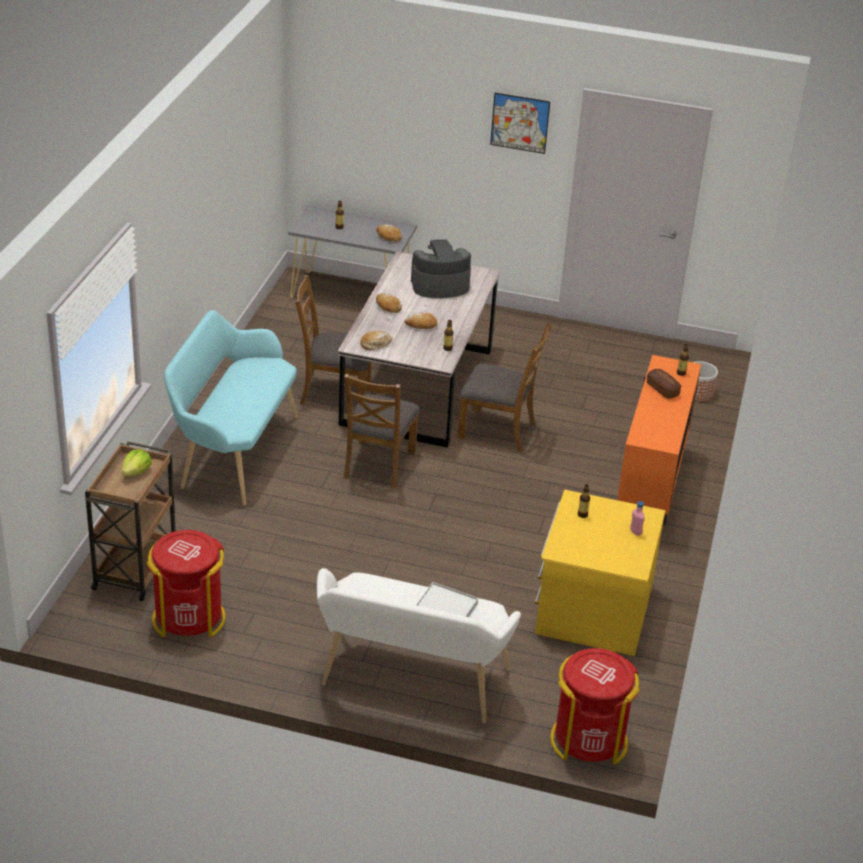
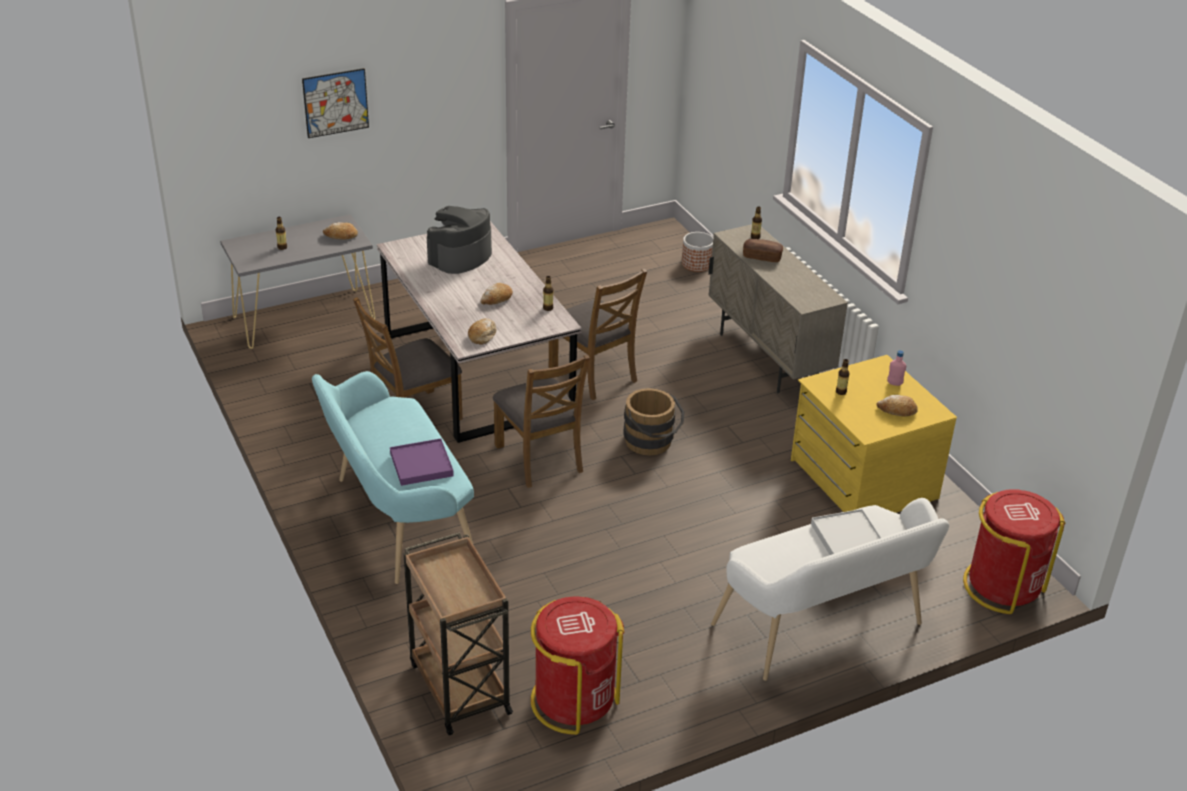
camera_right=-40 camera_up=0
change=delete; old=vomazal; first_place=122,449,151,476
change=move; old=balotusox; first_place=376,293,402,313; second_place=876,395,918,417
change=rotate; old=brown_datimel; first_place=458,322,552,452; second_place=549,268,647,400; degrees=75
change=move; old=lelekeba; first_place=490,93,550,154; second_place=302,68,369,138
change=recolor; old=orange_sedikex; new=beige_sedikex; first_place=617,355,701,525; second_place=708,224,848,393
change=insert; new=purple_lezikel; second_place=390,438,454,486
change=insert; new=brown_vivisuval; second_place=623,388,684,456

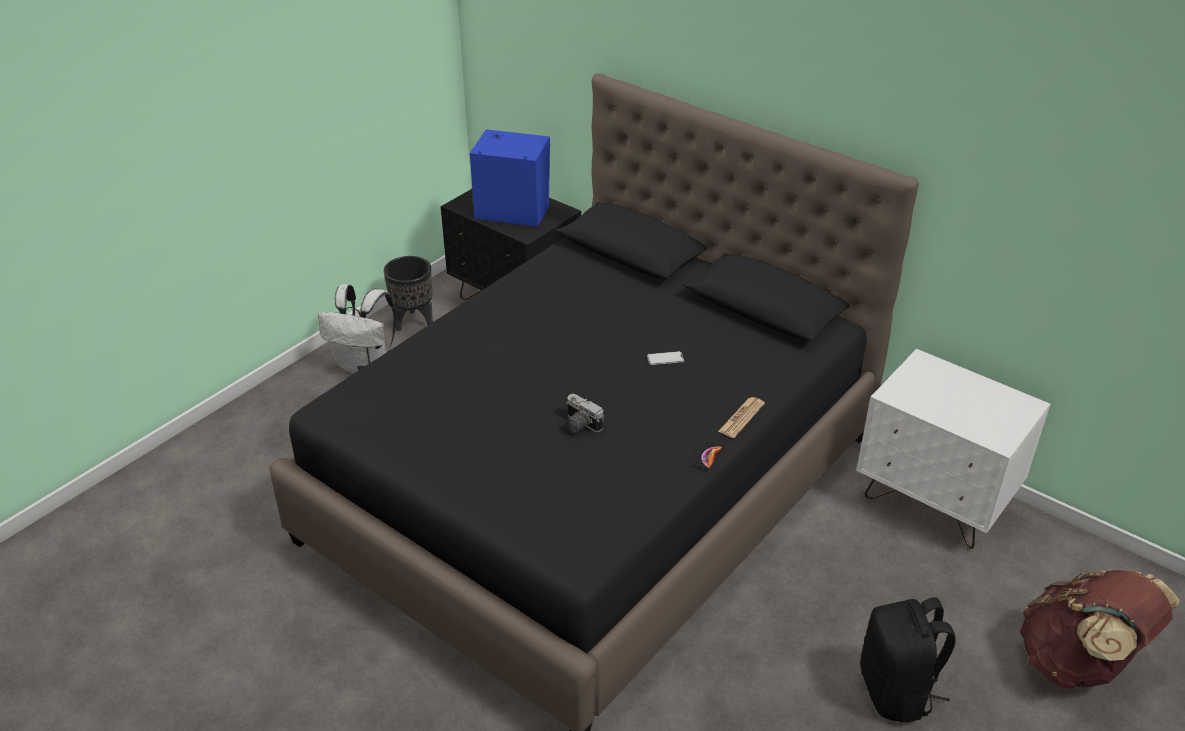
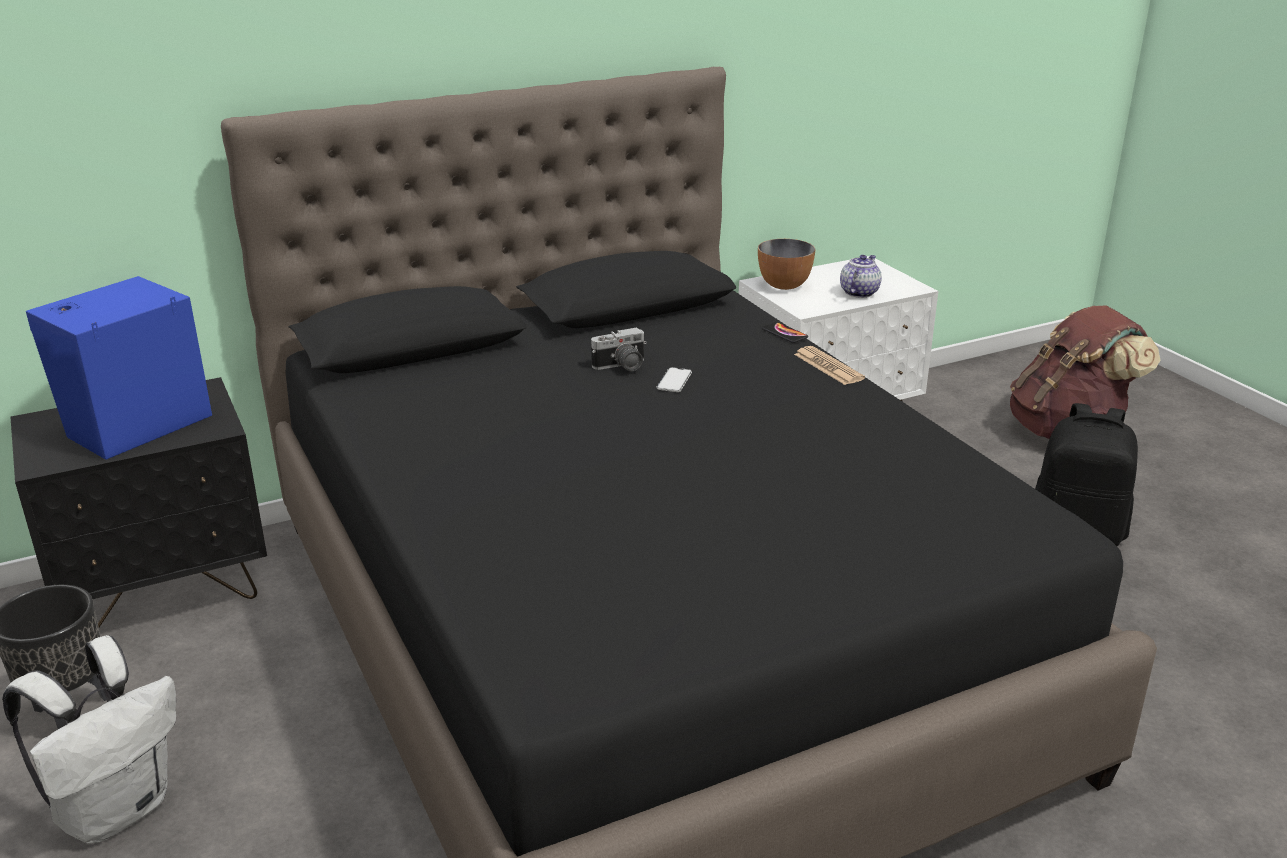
camera_right=-65 camera_up=-10
change=move; old=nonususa; first_place=566,394,604,433; second_place=591,327,647,371
change=move; old=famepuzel; first_place=692,441,723,470; second_place=762,322,808,343
change=insert; new=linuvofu; second_place=758,239,815,290
change=insert; new=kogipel; second_place=840,255,882,298

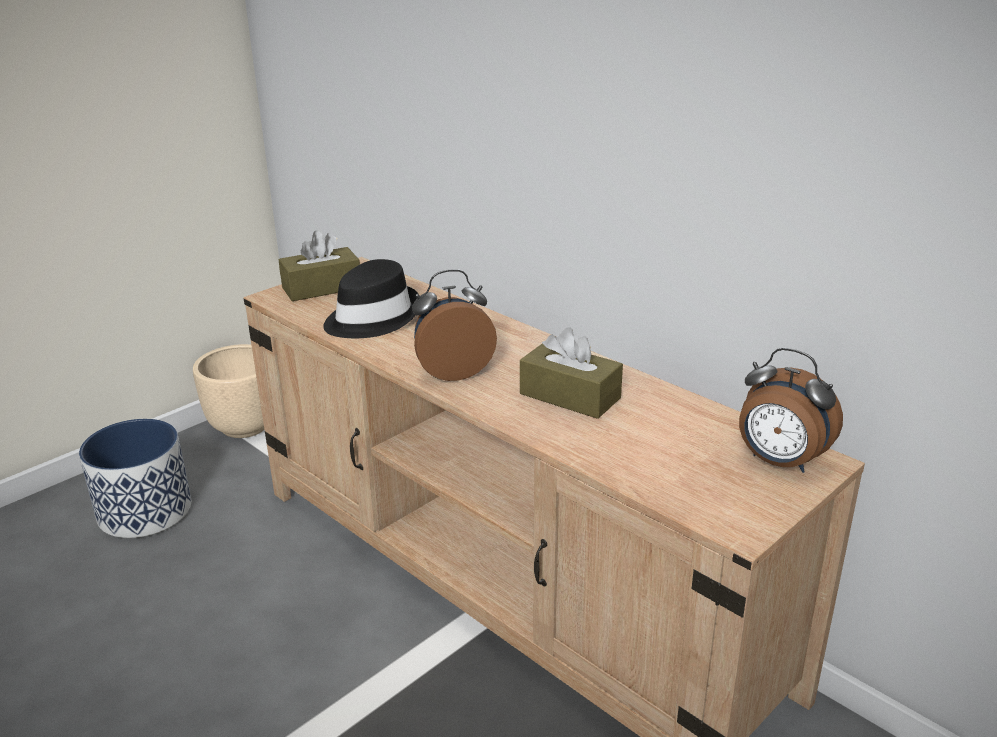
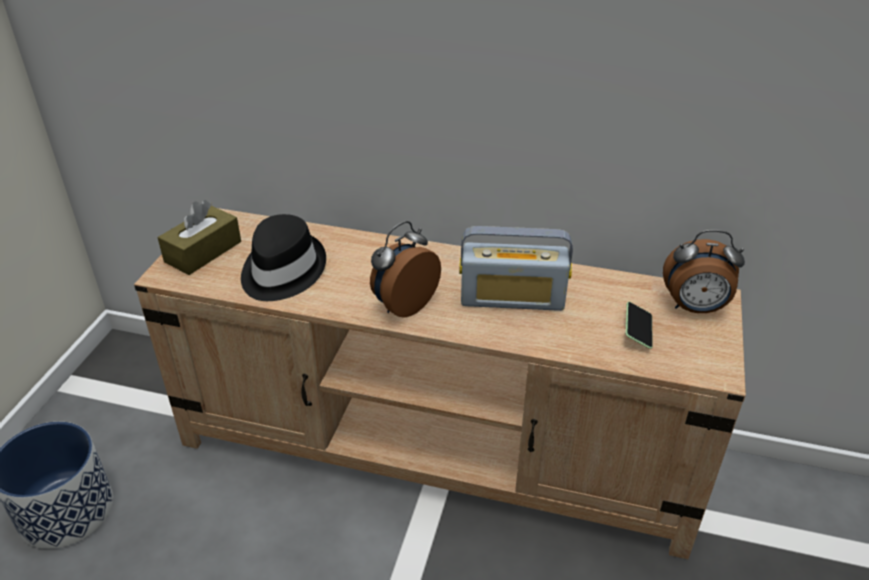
camera_right=-30 camera_up=10
change=delete; old=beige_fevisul; first_place=193,344,264,438
change=replace; old=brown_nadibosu; new=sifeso; first_place=520,328,623,419; second_place=459,226,573,311
change=insert; new=famepuzel; second_place=626,302,653,349

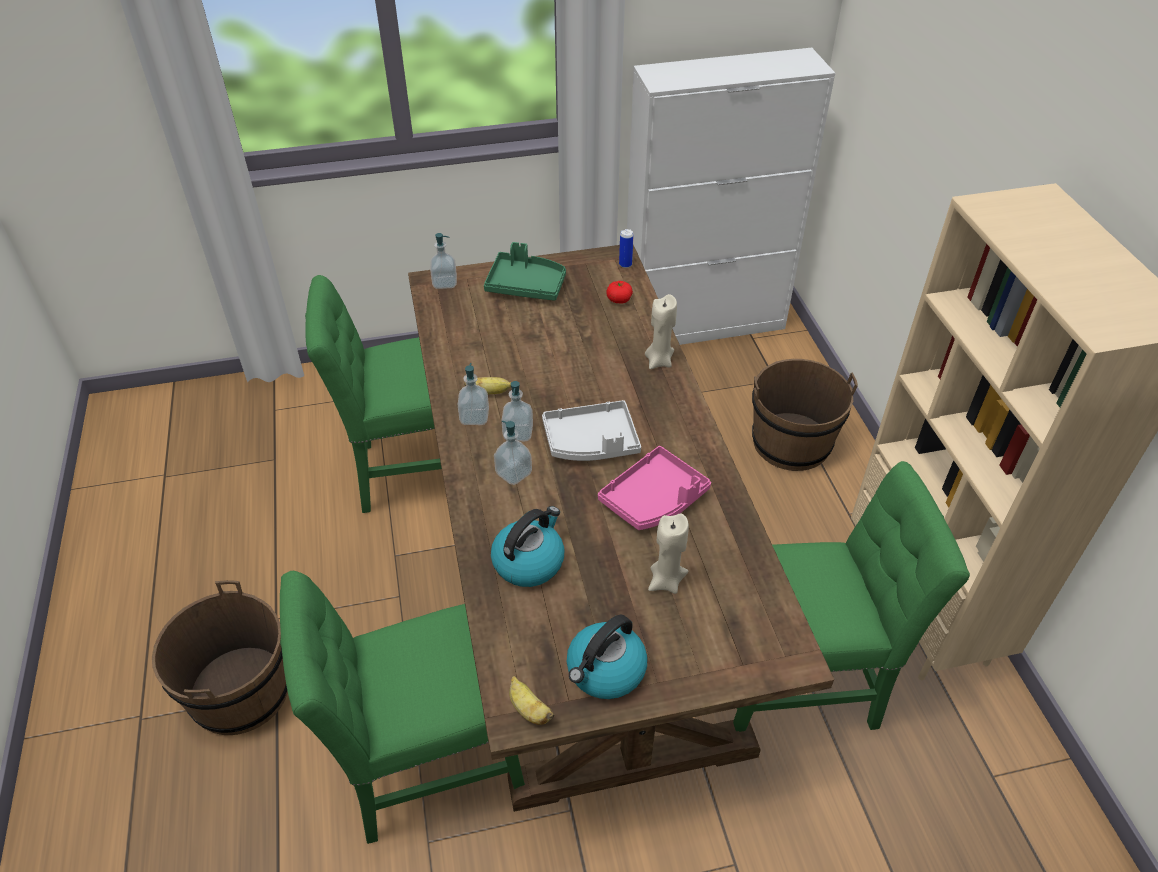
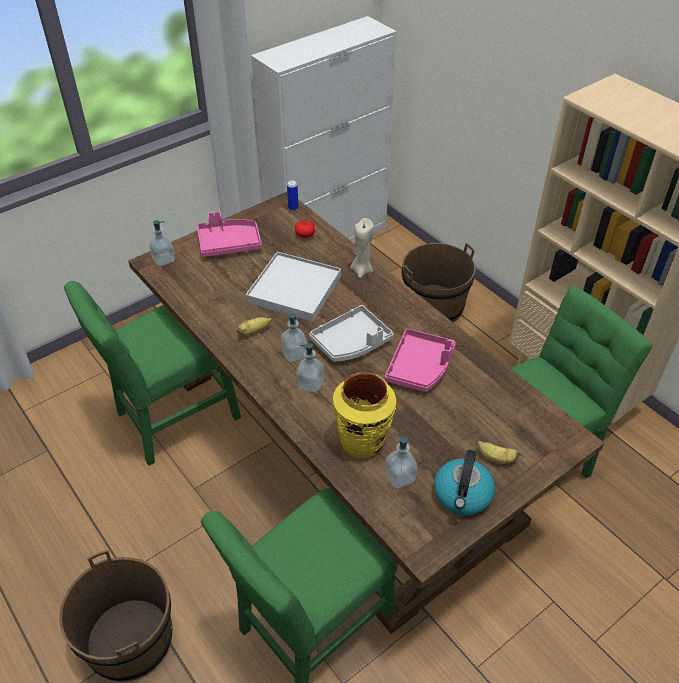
camera_right=-25 camera_up=0
change=move; old=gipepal; first_place=458,363,489,425; second_place=385,434,417,488
change=recolor; old=green_lezikel; new=pink_lezikel; first_place=484,242,566,301; second_place=197,211,262,257
change=replace; old=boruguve; new=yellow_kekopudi; first_place=491,506,564,587; second_place=333,372,396,458
change=move; old=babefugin; first_place=509,676,555,725; second_place=478,441,522,464
change=delete; old=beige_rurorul; first_place=648,513,689,594
change=insert; new=white_lezikel; second_place=246,252,341,322

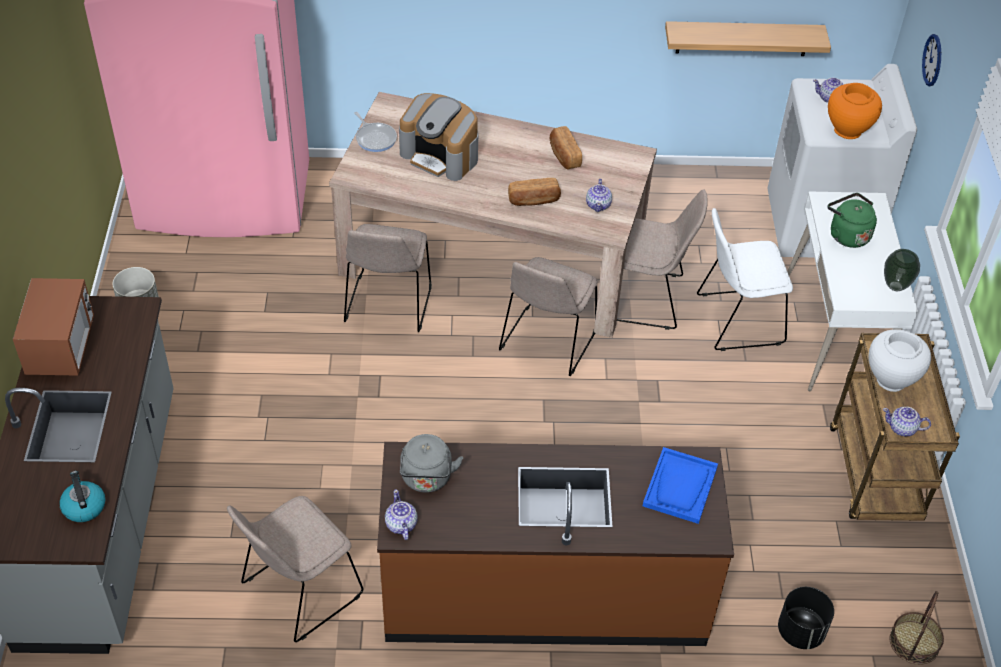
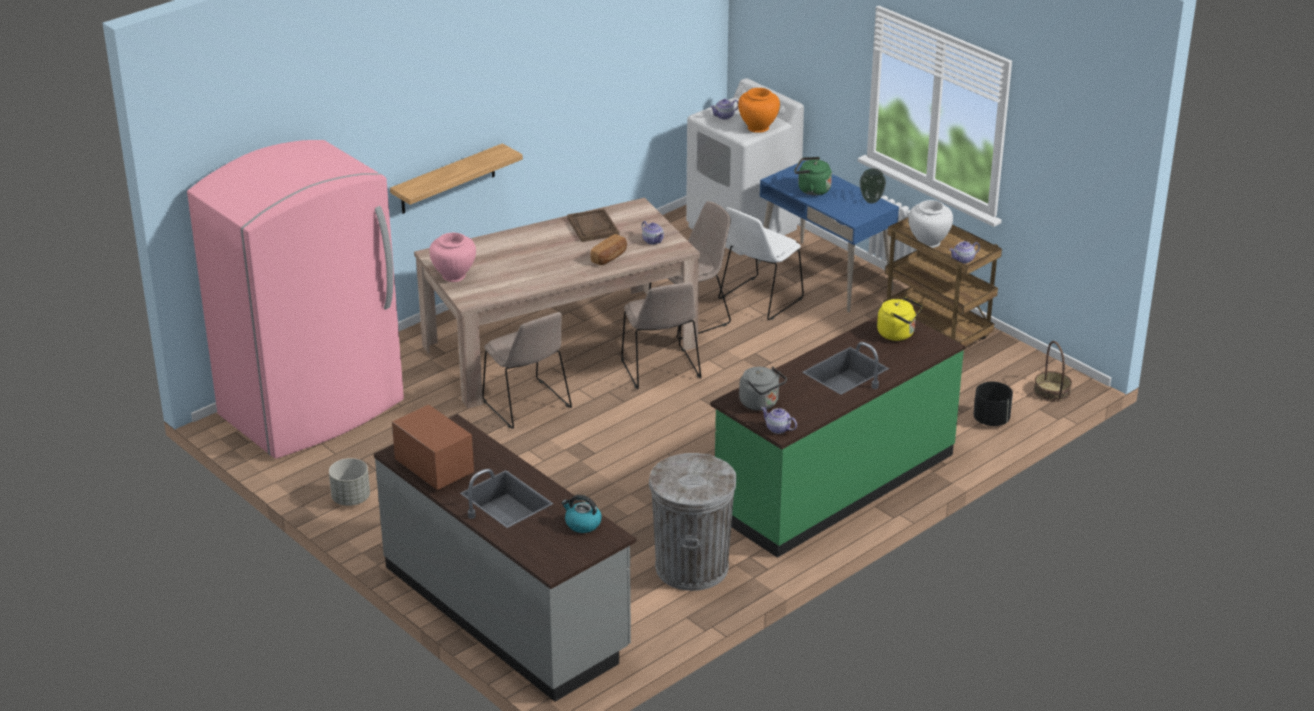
camera_right=-40 camera_up=-15
change=replace; old=beige_datimel; new=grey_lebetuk; first_place=227,496,363,642; second_place=649,453,736,591
change=replace; old=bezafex; new=pink_kekopudi; first_place=354,112,397,152; second_place=429,233,476,282
change=recolor; old=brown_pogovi; new=green_pogovi; first_place=377,442,734,646; second_place=710,316,965,558
change=delete; old=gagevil; first_place=399,93,478,181
change=replace; old=balotusox; new=brown_lezikel; first_place=550,126,582,169; second_place=567,209,619,242
change=replace; old=blue_lezikel; new=yellow_boruguve; first_place=643,447,718,524; second_place=877,297,923,341
change=move; old=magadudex; first_place=665,21,831,56; second_place=390,143,523,214
change=recolor; old=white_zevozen; new=blue_zevozen; first_place=787,191,918,392; second_place=758,160,899,312
change=delete; old=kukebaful; first_place=922,34,941,86

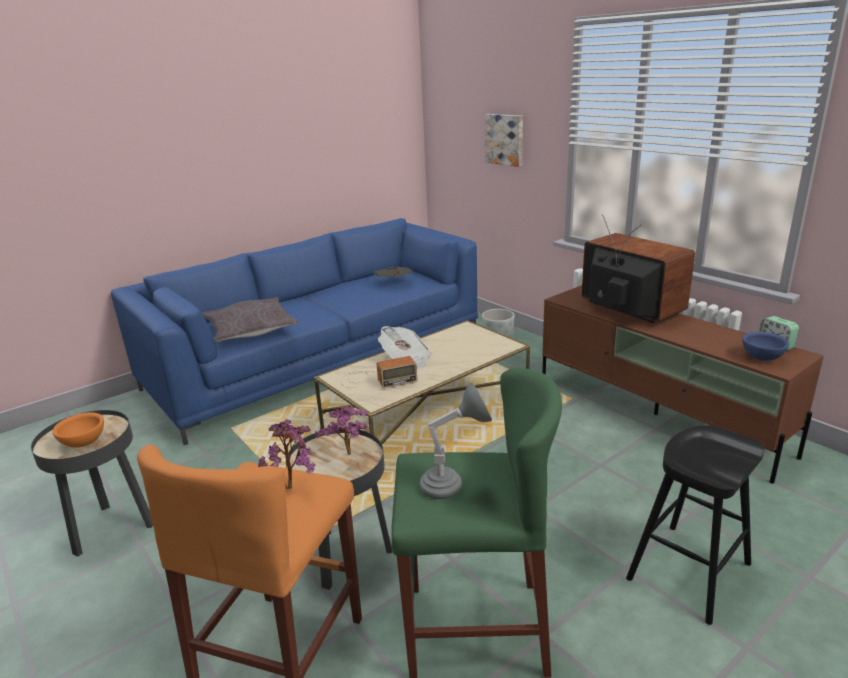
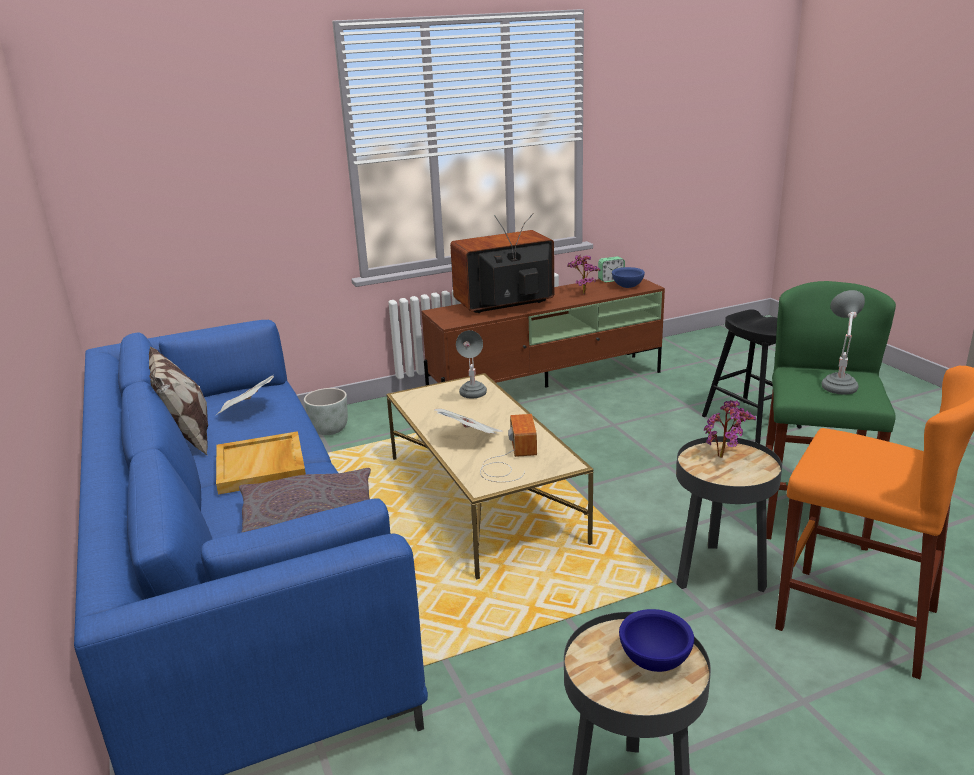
camera_right=-75 camera_up=0
change=recolor; old=orange_linuvofu; new=blue_linuvofu; first_place=52,413,104,448; second_place=619,609,694,672
change=move; old=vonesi; first_place=258,419,316,489; second_place=567,255,601,294
change=delete; old=lelekeba; first_place=485,114,523,167
change=insert; new=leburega; second_place=149,347,208,456
change=insert; new=beige_lezikel; second_place=216,431,306,495
change=insert; new=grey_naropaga; second_place=456,330,487,398

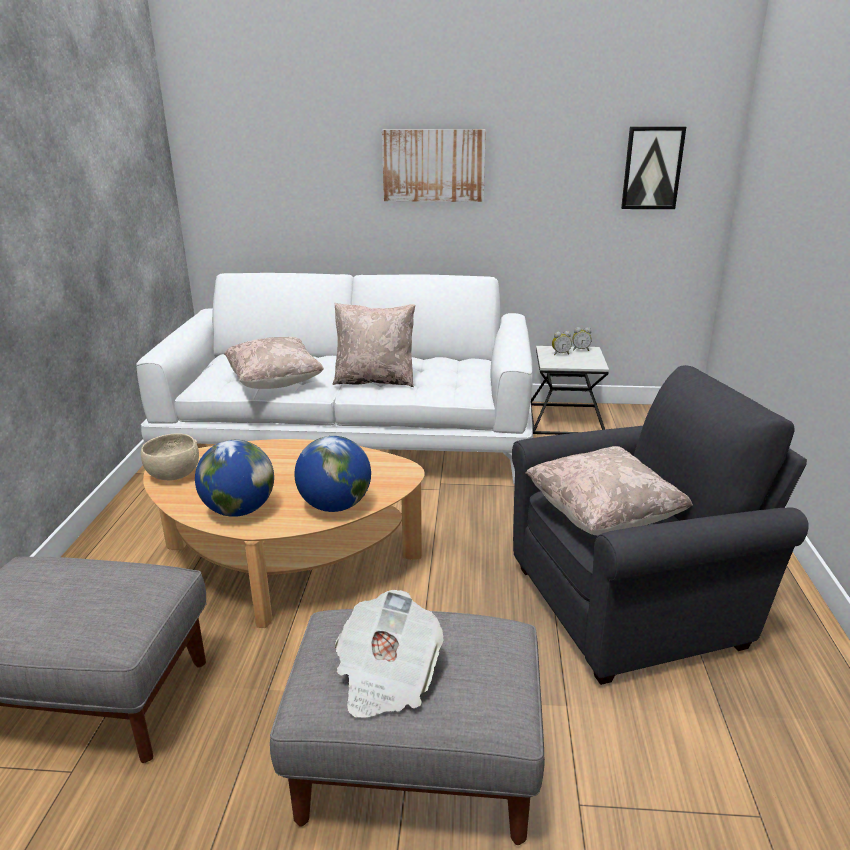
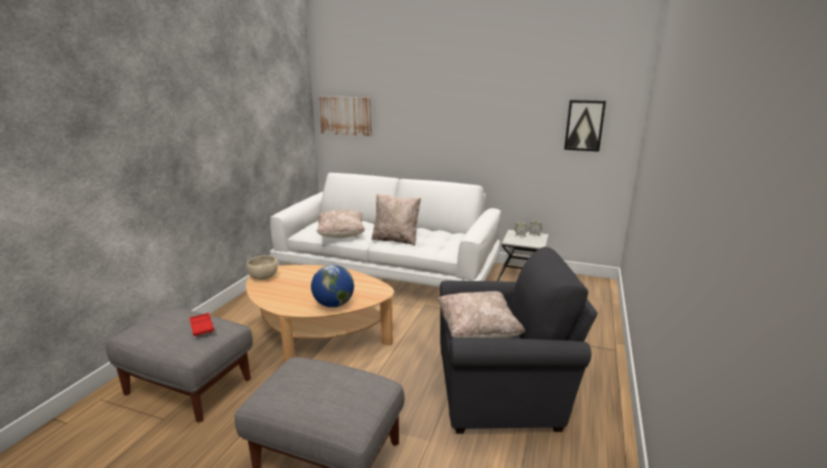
camera_right=15 camera_up=-5
change=delete; old=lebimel; first_place=195,440,274,517
change=delete; old=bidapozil; first_place=335,590,444,718
change=move; old=lelekeba; first_place=382,129,486,202; second_place=319,96,372,136
change=insert; new=red_lezikel; second_place=189,313,214,336

